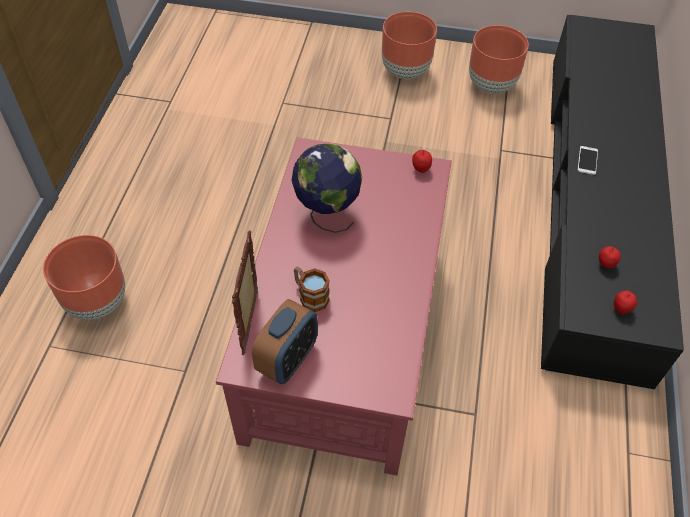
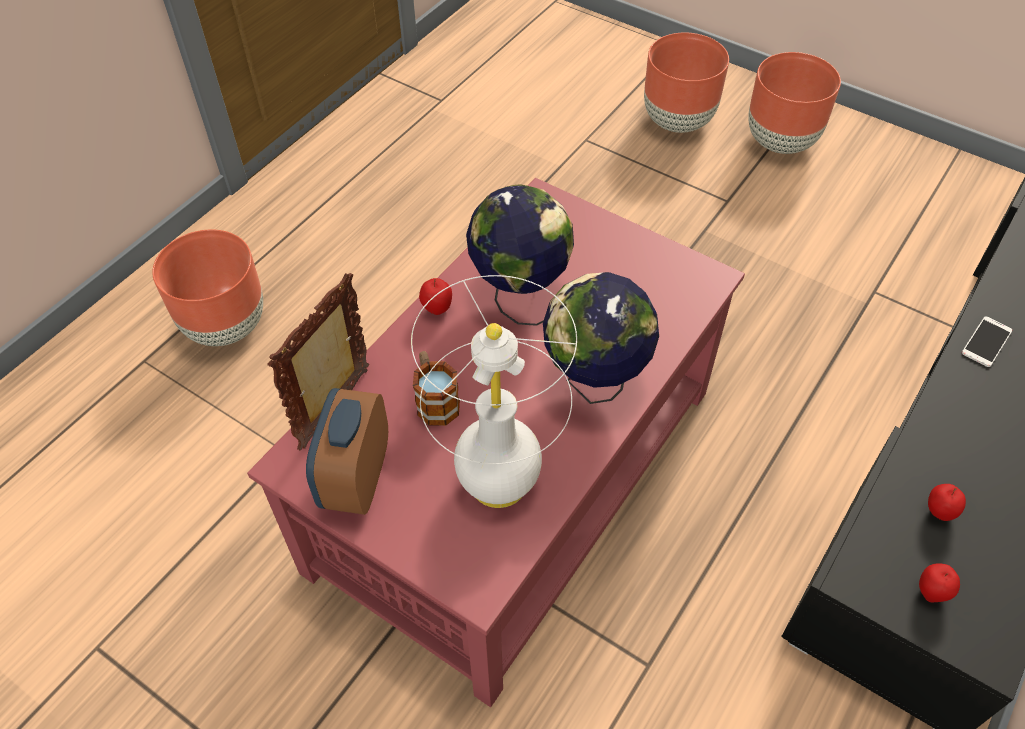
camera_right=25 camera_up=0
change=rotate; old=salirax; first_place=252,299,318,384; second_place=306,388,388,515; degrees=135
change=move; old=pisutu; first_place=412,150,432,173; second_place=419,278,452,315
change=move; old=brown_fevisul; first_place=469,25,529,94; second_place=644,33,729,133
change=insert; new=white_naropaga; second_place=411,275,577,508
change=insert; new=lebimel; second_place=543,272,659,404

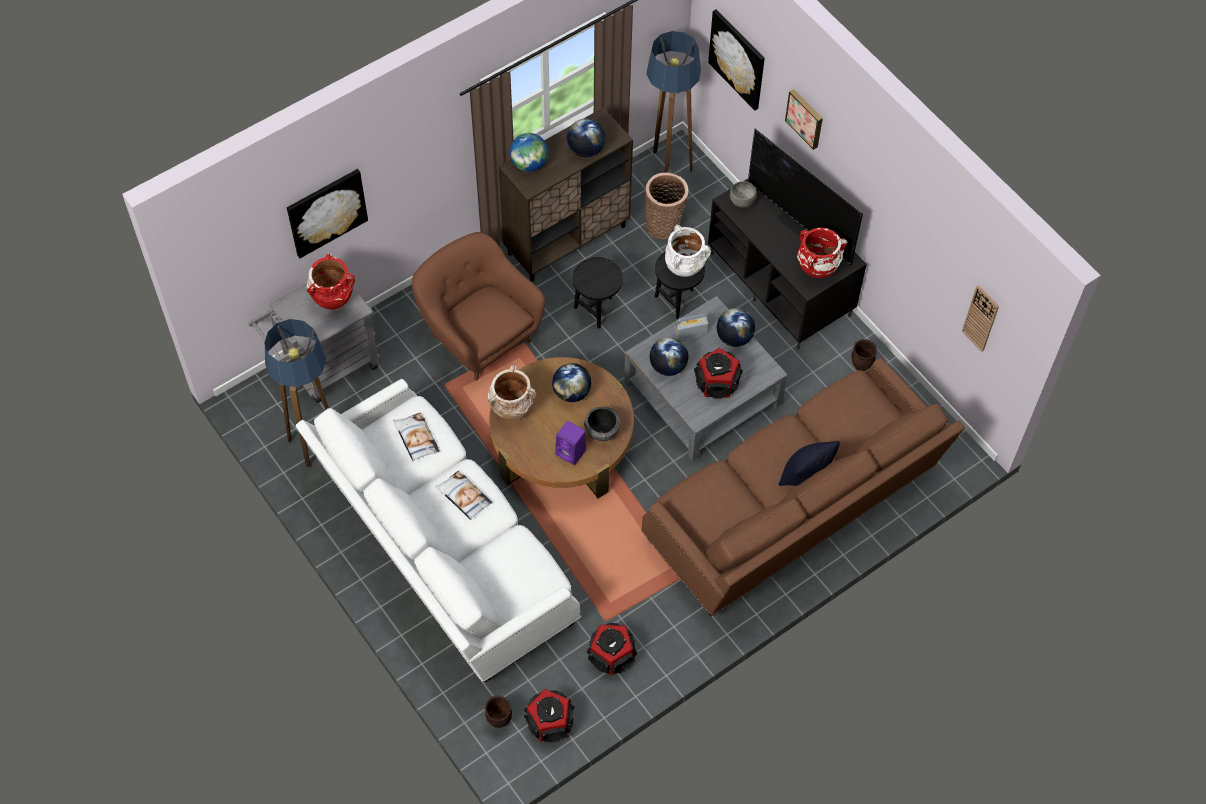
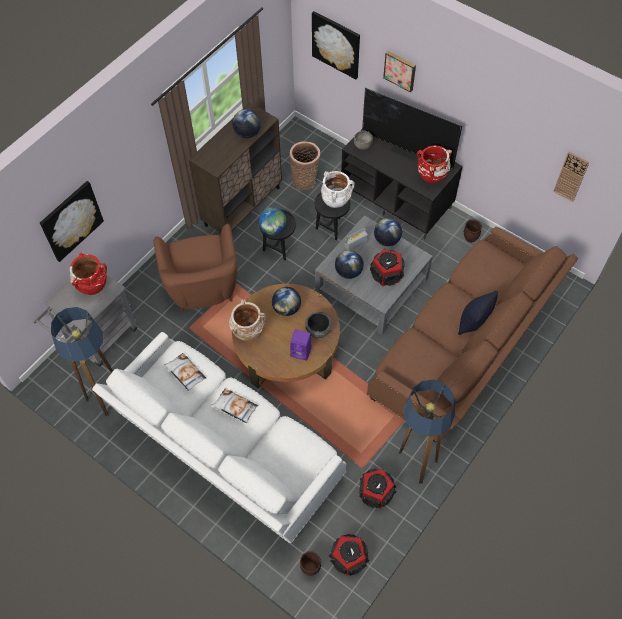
camera_right=-15 camera_up=0
change=rotate; old=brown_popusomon; first_place=412,232,545,381; second_place=154,223,238,312; degrees=-135
change=move; old=lebimel; first_place=510,133,548,172; second_place=259,207,287,235
change=move; old=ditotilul; first_place=646,31,701,173; second_place=399,379,455,484

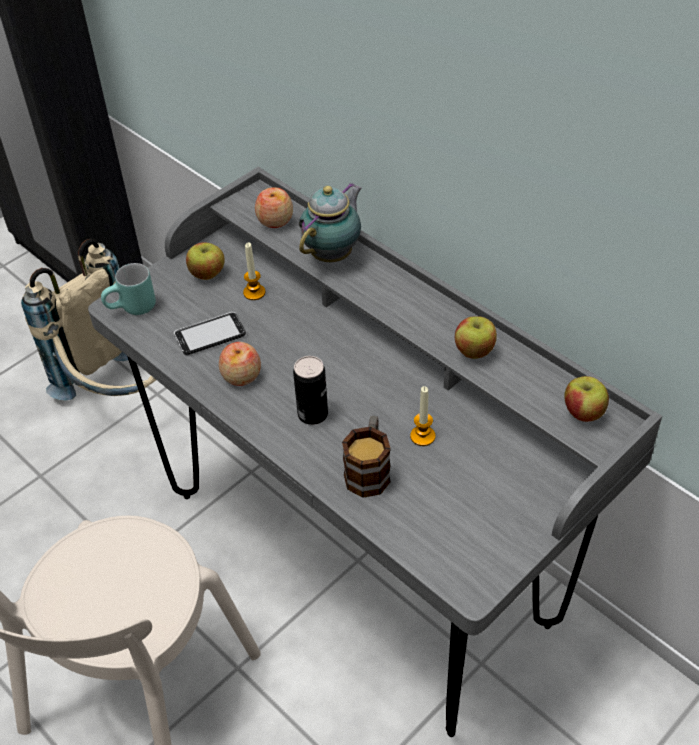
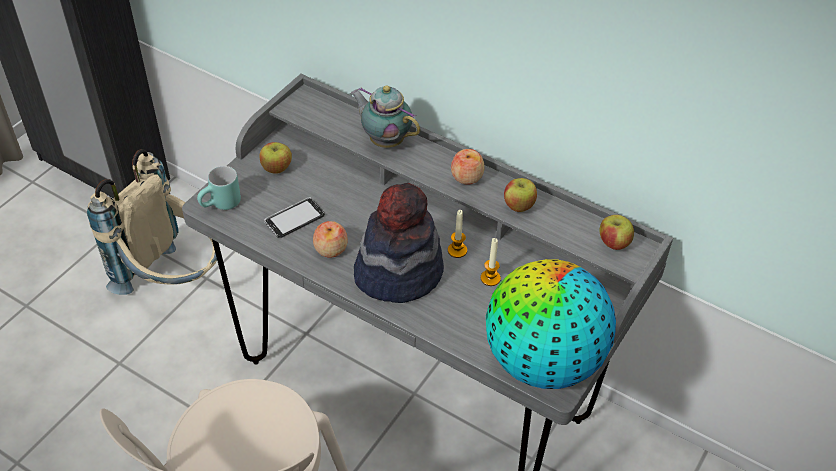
camera_right=-15 camera_up=0
change=move; old=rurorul; first_place=243,243,265,300; second_place=448,210,467,258
change=move; old=pisutu; first_place=255,187,293,228; second_place=451,149,485,185
change=replace; old=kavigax; new=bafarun; first_place=293,356,328,425; second_place=354,183,444,303
change=rotate; old=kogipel; first_place=299,183,362,262; second_place=351,85,421,148; degrees=-75
change=delete; old=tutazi; first_place=342,416,391,498
change=insert; new=lebimel; second_place=486,259,616,389

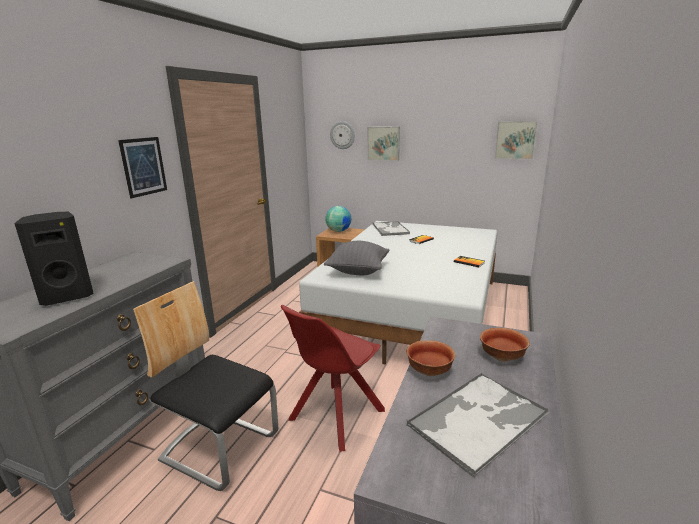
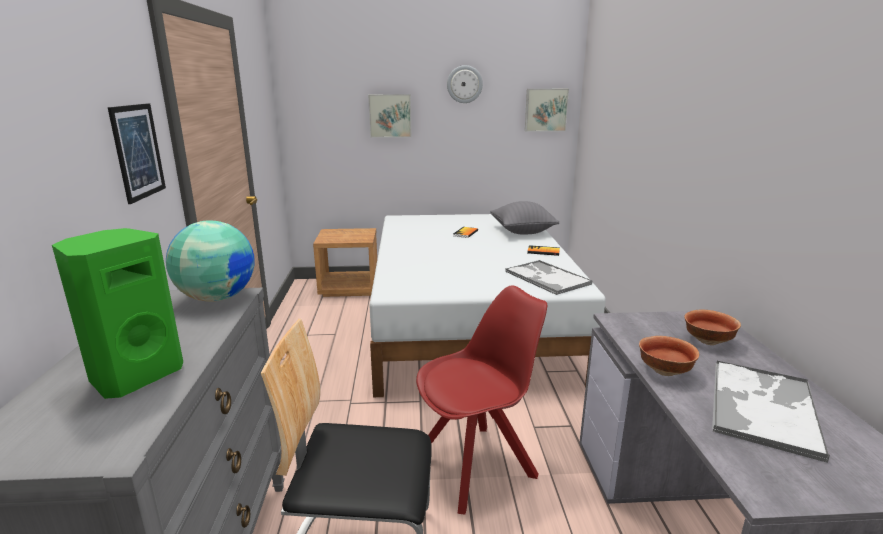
camera_right=-25 camera_up=0
change=recolor; old=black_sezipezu; new=green_sezipezu; first_place=14,212,94,306; second_place=52,228,183,399
change=rotate; old=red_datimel; first_place=281,305,385,452; second_place=416,286,547,514; degrees=-135
change=move; old=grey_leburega; first_place=324,241,389,275; second_place=490,201,559,234
change=move; old=lebimel; first_place=325,206,351,232; second_place=166,220,255,302
change=move; old=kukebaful; first_place=330,121,355,149; second_place=447,65,483,103
change=move; old=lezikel; first_place=373,221,410,236; second_place=505,260,592,295

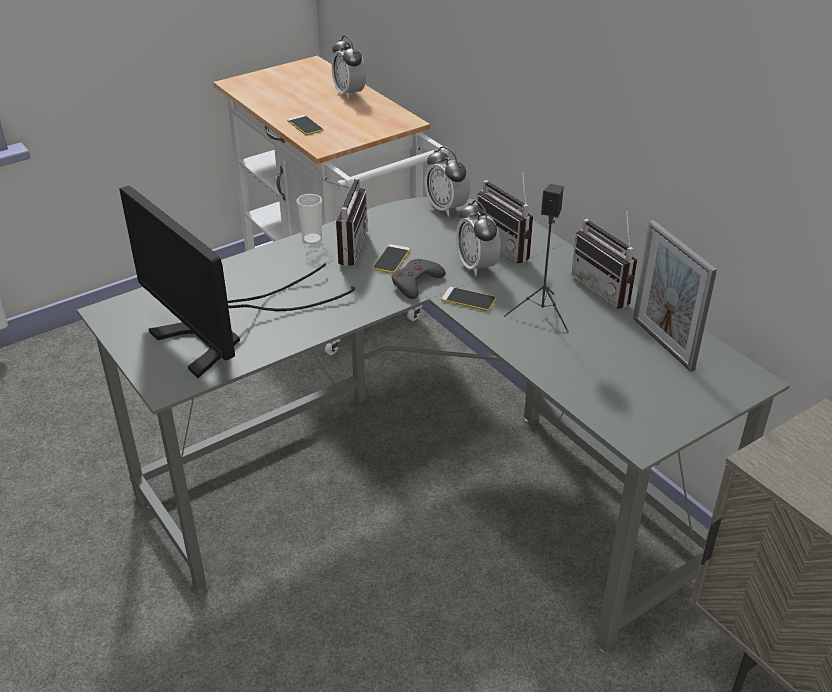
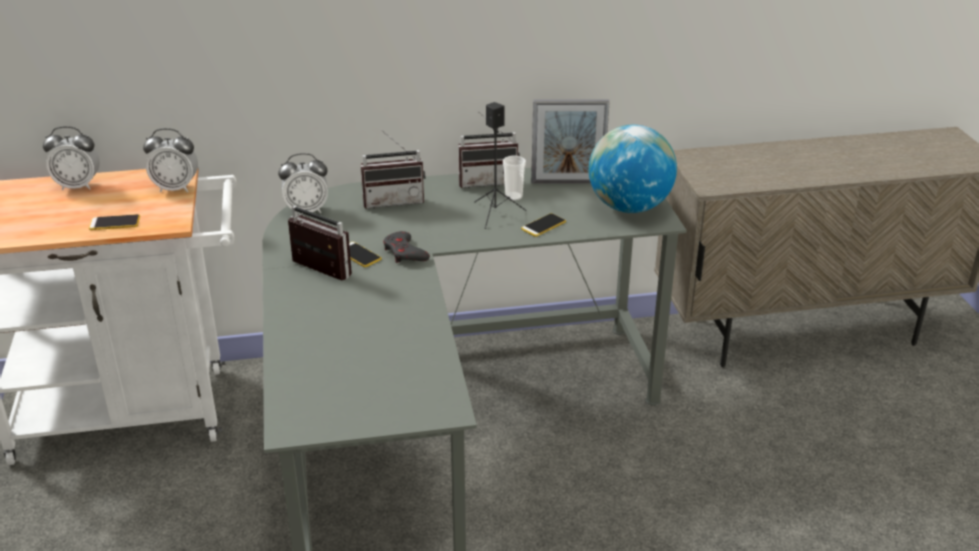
camera_right=-65 camera_up=-5
change=delete; old=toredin; first_place=119,185,356,378
change=move; old=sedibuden; first_place=296,194,322,244; second_place=503,156,526,201
change=move; old=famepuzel; first_place=441,287,496,311; second_place=521,213,566,237
change=move; old=salirax; first_place=456,200,501,276; second_place=143,128,198,193
change=insert; new=lebimel; second_place=589,125,677,213

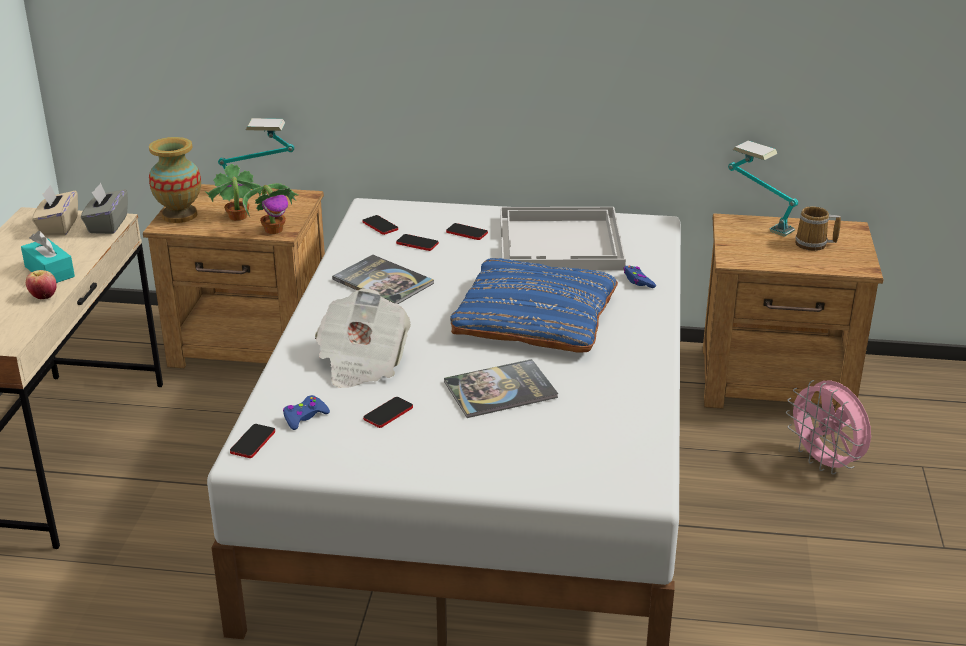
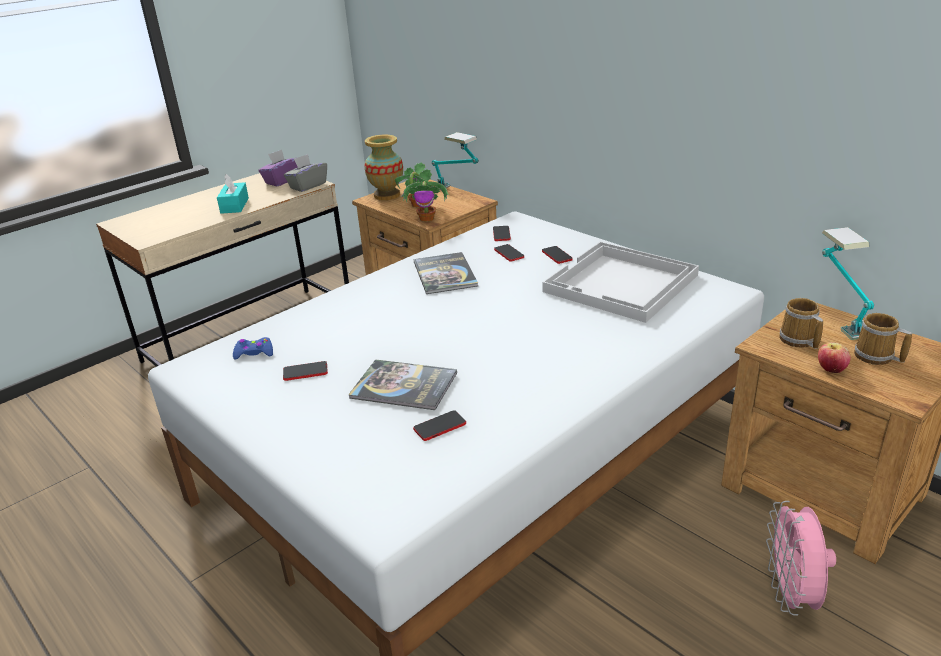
camera_right=40 camera_up=0
change=move; old=pisutu; first_place=26,270,57,299; second_place=818,342,851,373
change=recolor; old=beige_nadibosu; new=purple_nadibosu; first_place=32,185,78,235; second_place=259,149,298,186
change=move; old=famepuzel; first_place=230,424,275,458; second_place=413,410,466,441
change=delete; old=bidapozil; first_place=315,289,411,388
change=delete; old=blue_leburega; first_place=450,258,618,353
change=delete; old=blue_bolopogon; first_place=624,266,656,288
change=insert; new=tutazi; second_place=779,298,823,349

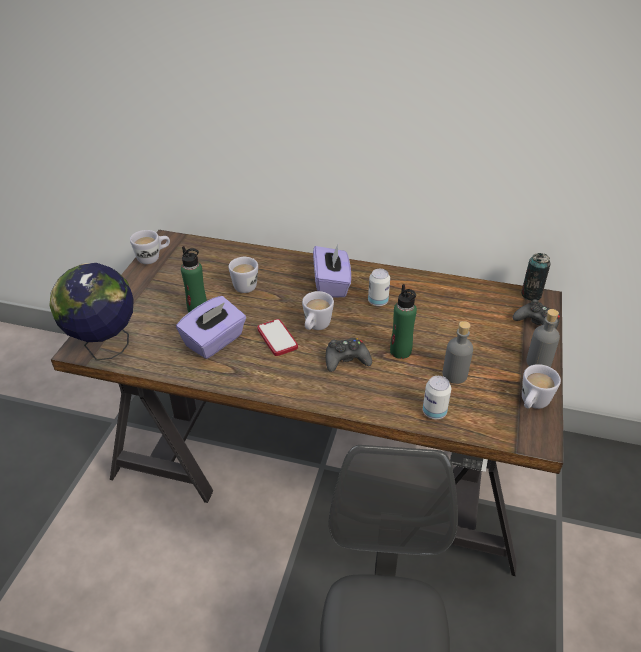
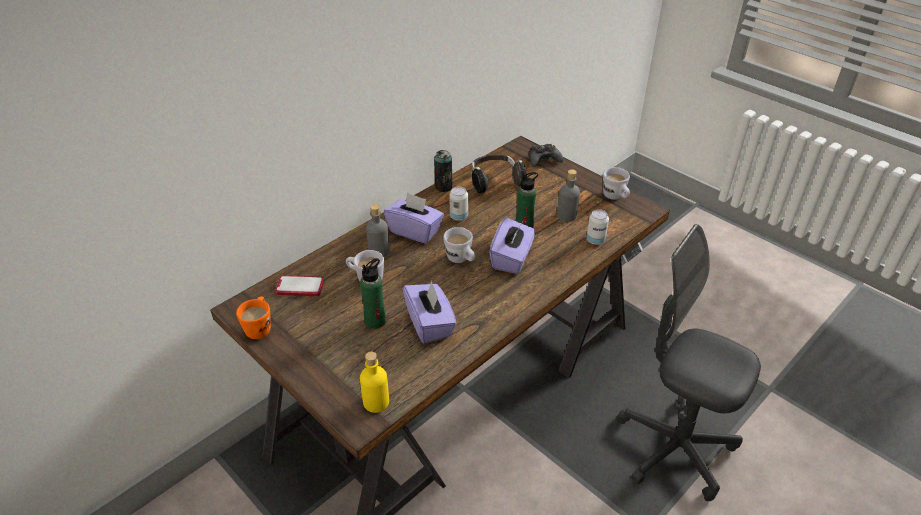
camera_right=-60 camera_up=0
change=replace; old=lebimel; new=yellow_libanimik; first_place=49,263,134,360; second_place=360,352,389,413
change=recolor; old=white_tutazi; new=orange_tutazi; first_place=130,230,170,264; second_place=236,297,271,339
change=move; old=famepuzel; first_place=257,319,298,356; second_place=275,276,324,296
change=replace; old=black_bolopogon; new=purple_nadibosu; first_place=326,338,372,372; second_place=489,217,536,274
change=move; old=kavigax; first_place=521,253,550,301; second_place=434,150,452,192
change=move; old=grey_libanimik; first_place=526,309,560,367; second_place=366,204,390,257
change=insert; new=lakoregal; second_place=471,154,527,194

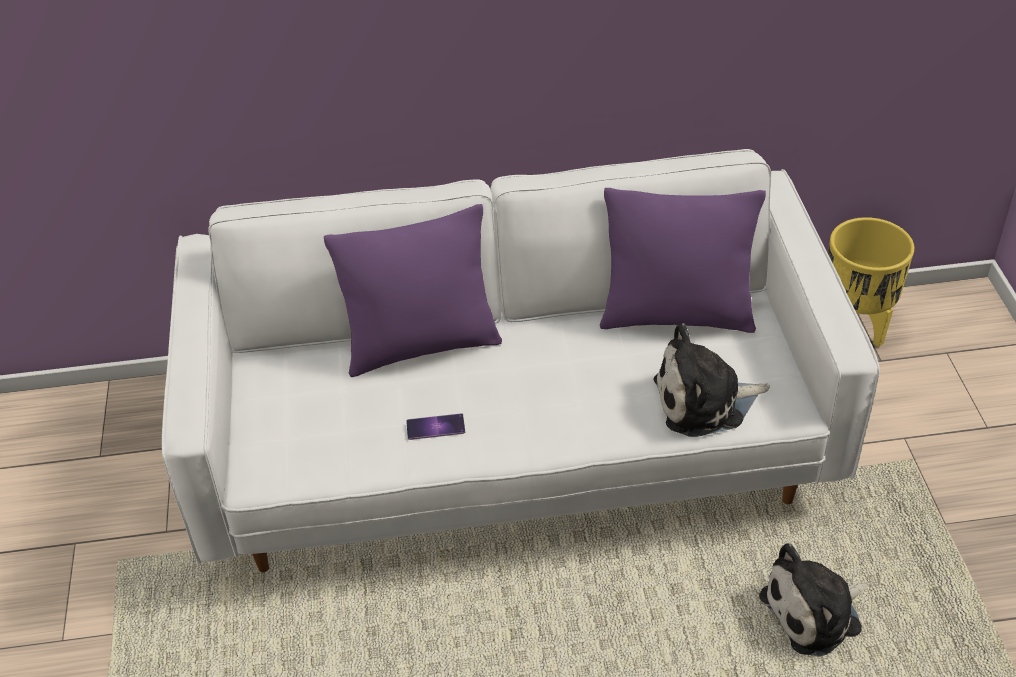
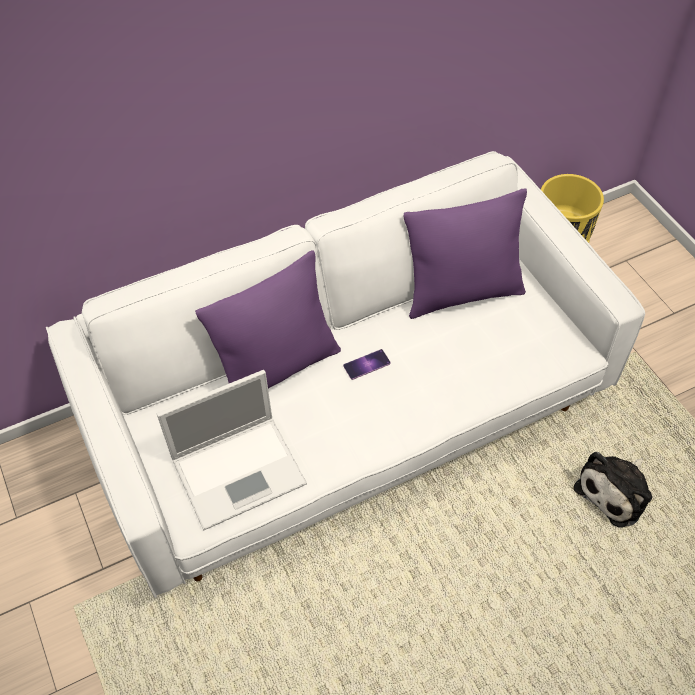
camera_right=-20 camera_up=10
change=move; old=famepuzel; first_place=406,413,465,440; second_place=343,349,391,380
change=delete; old=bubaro; first_place=654,323,770,437
change=insert; new=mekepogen; second_place=157,370,307,530

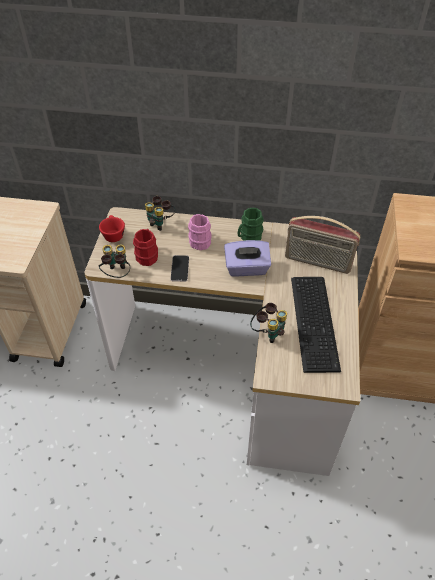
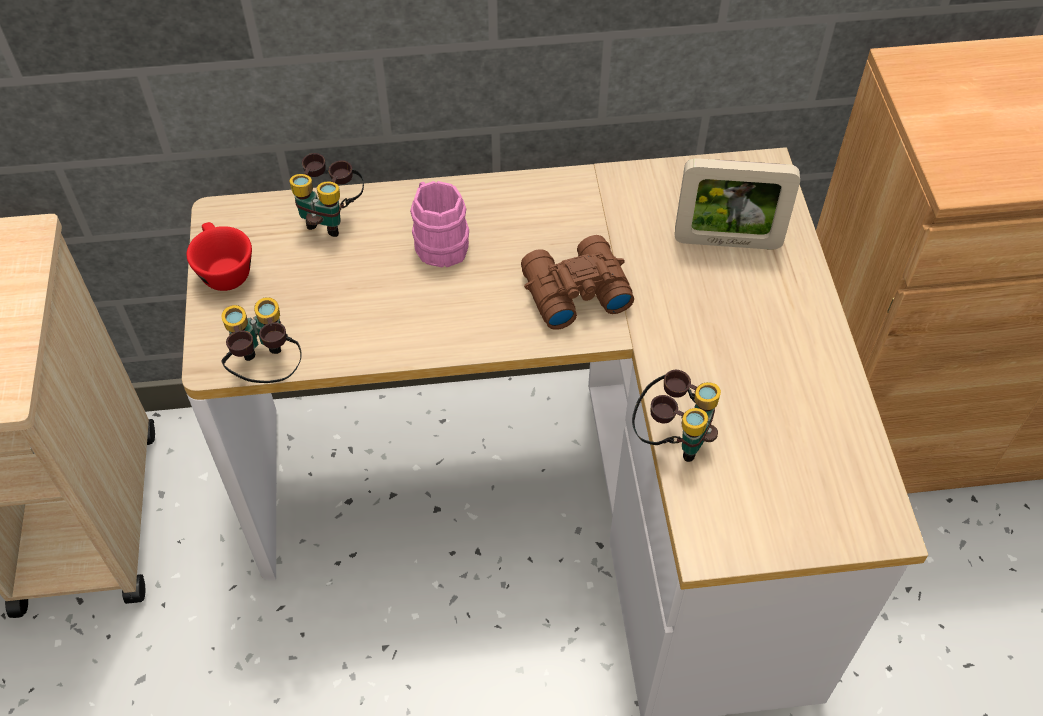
camera_right=-15 camera_up=5
change=delete; old=red_tutazi; first_place=133,229,158,266
change=delete; old=famepuzel; first_place=171,255,189,282
change=replace; old=purple_nadibosu; new=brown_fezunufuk; first_place=224,240,271,277; second_place=521,235,634,330
change=delete; old=green_tutazi; first_place=237,208,264,241
change=replace; old=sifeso; new=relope; first_place=285,216,360,274; second_place=675,158,800,250
change=delete; old=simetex; first_place=291,277,341,373

